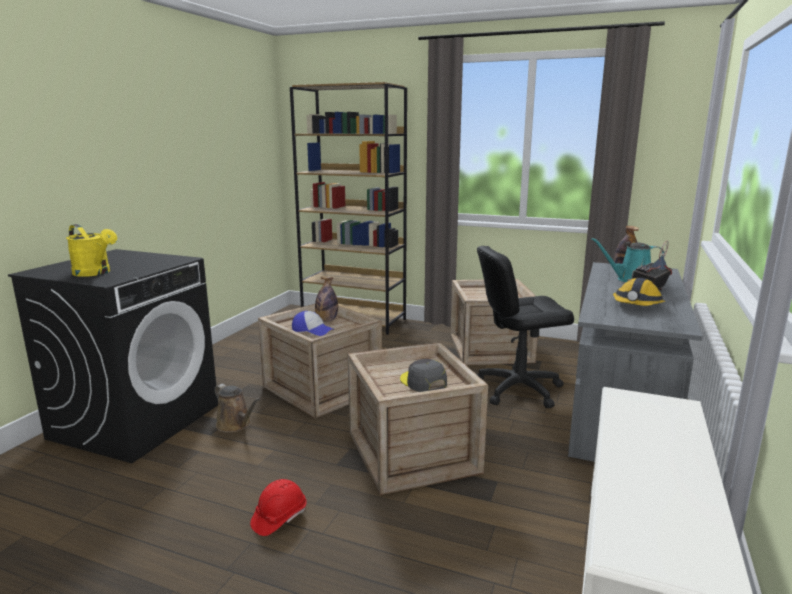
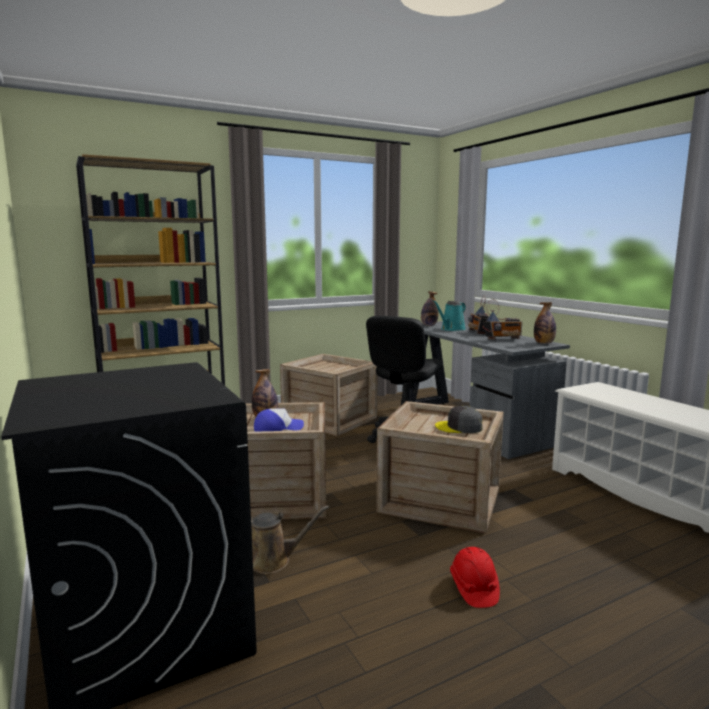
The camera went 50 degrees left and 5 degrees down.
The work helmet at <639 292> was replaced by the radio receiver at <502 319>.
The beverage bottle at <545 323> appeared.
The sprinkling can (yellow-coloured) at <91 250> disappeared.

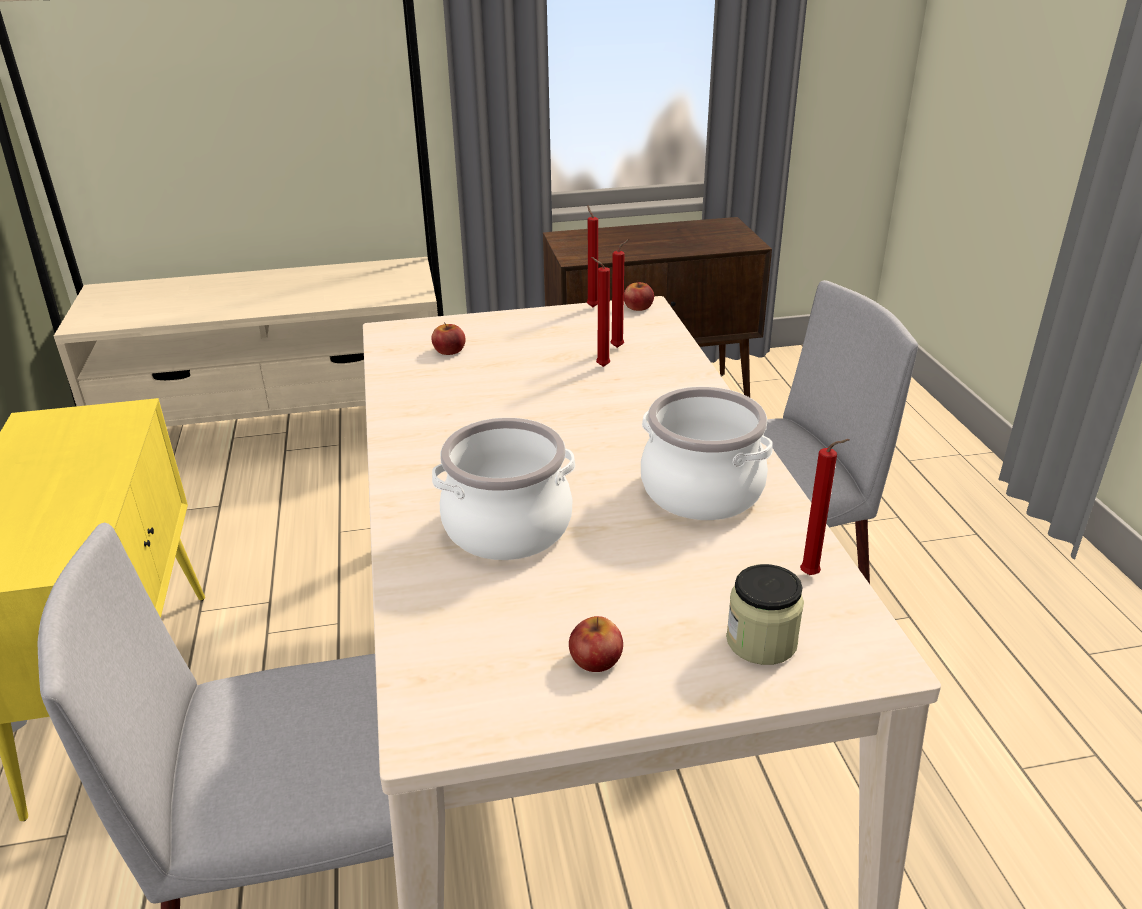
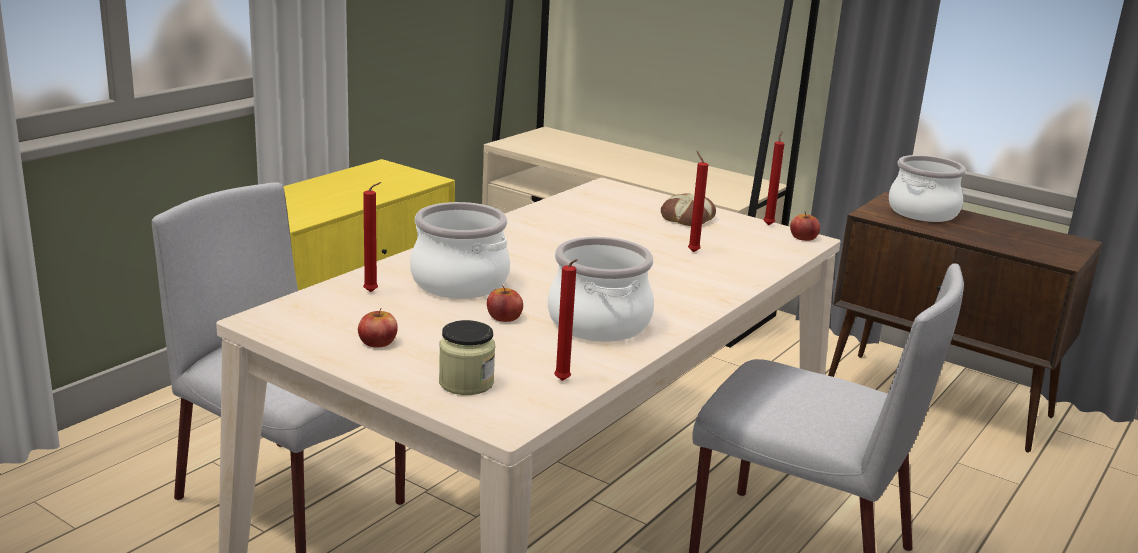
The camera went 45 degrees right and 10 degrees down.
The wax candle (red) moved from <620 293> to <372 237>.
The apple fruit moved from <448 338> to <505 303>.
The bread at <688 209> appeared.
The saucepot at <927 188> appeared.

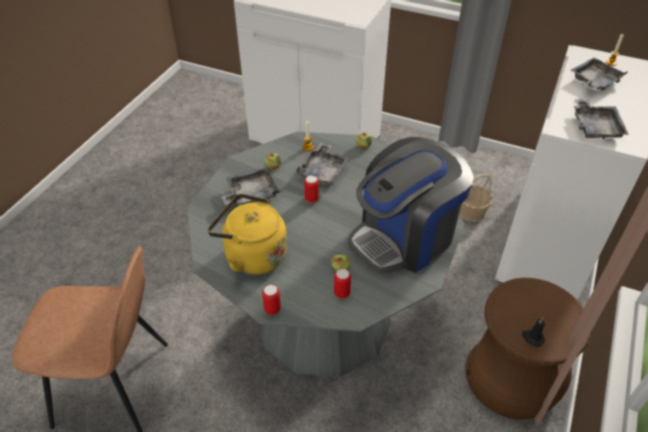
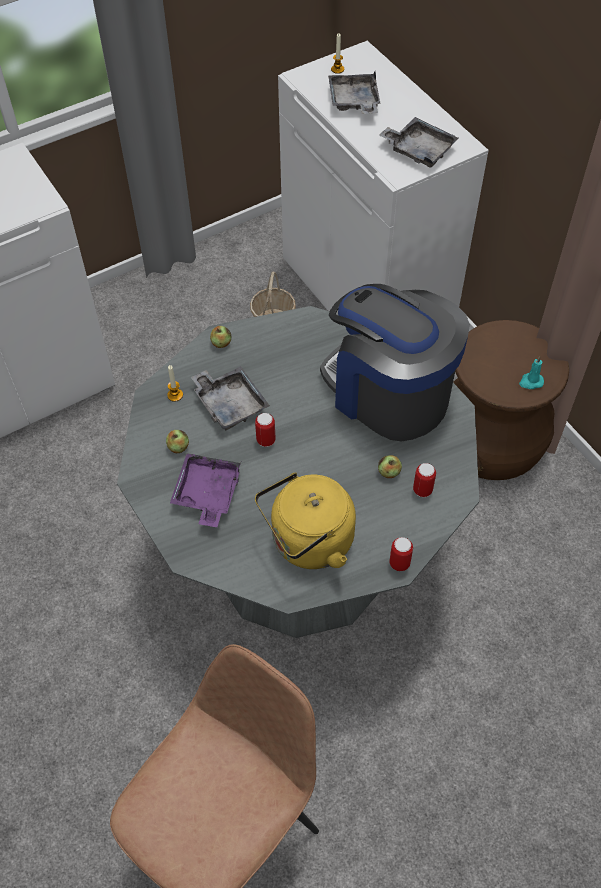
The camera went 55 degrees left and 10 degrees up.
The tray (grey) at <250 186> became the tray (purple-coloured) at <205 490>.
The coffee brewer at <411 205> turned 135 degrees clockwise.
The wax candle (black) at <533 332> became the wax candle (turquoise) at <531 372>.

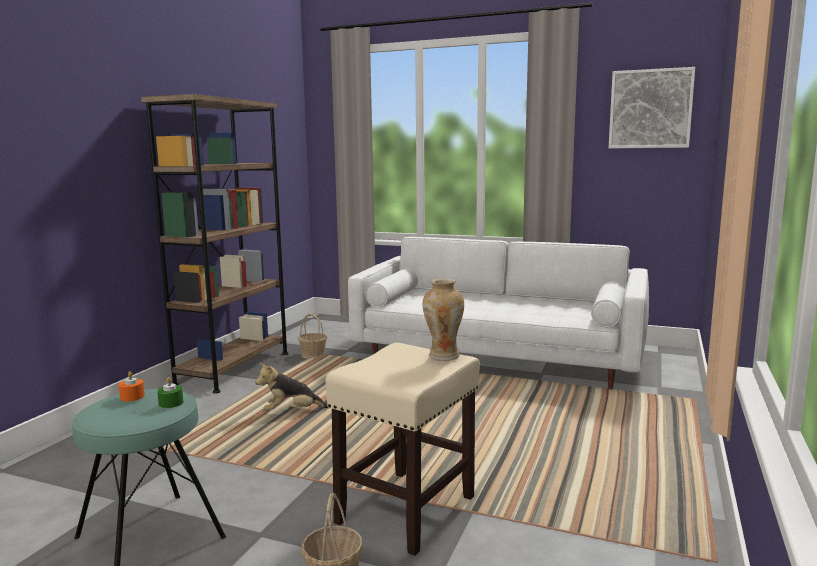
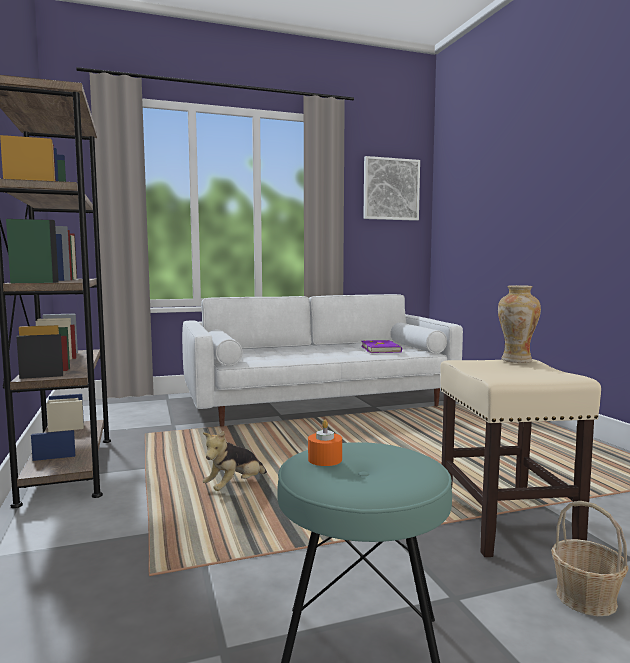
The camera went 40 degrees left and 5 degrees down.
The volume (purple-coloured) at <382 346> appeared.
The wax candle (green-coloured) at <170 392> disappeared.
The storage basket at <312 336> disappeared.

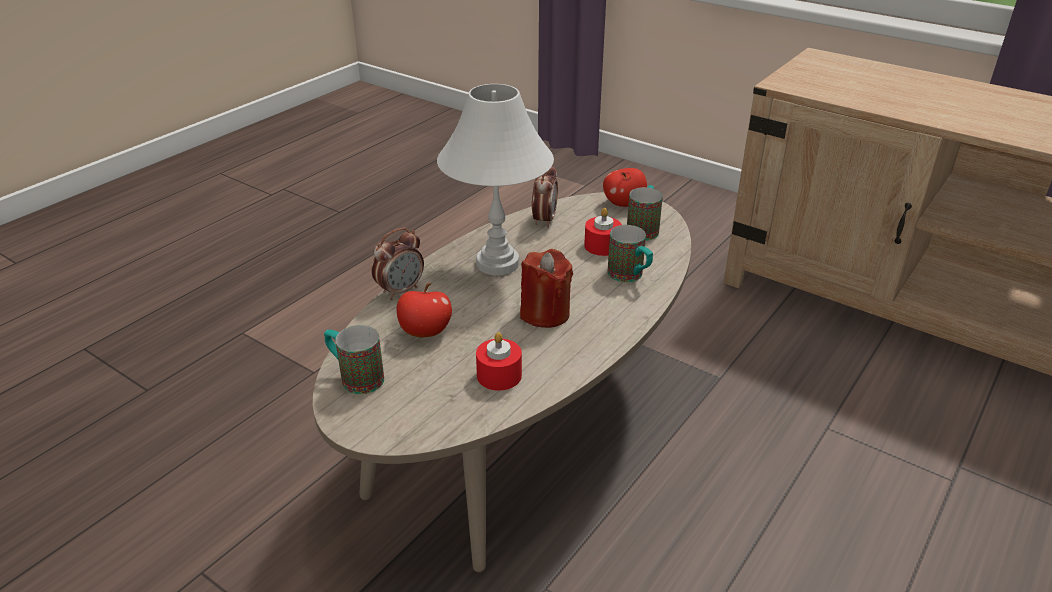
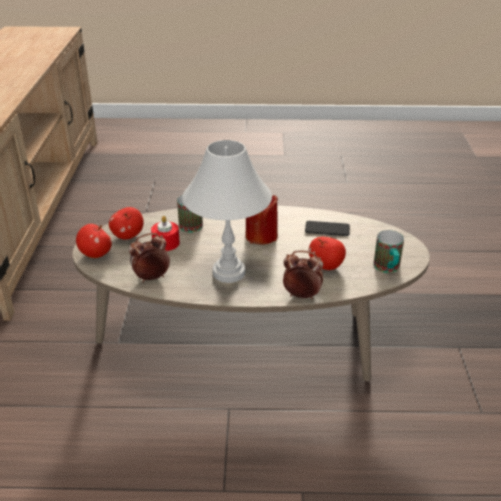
The camera went 125 degrees left and 0 degrees up.
The mug at <645 213> was replaced by the apple fruit at <126 223>.
The wax candle (red) at <499 361> was replaced by the handset at <327 228>.

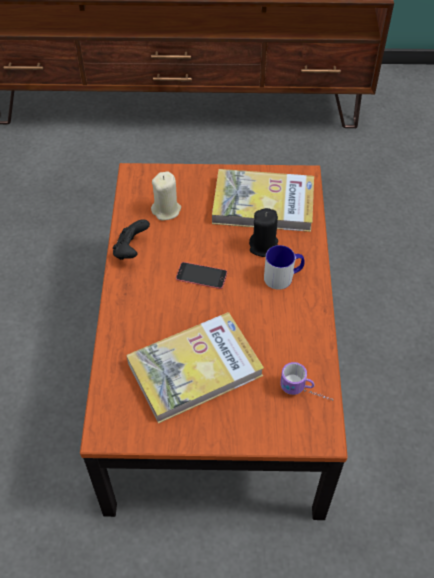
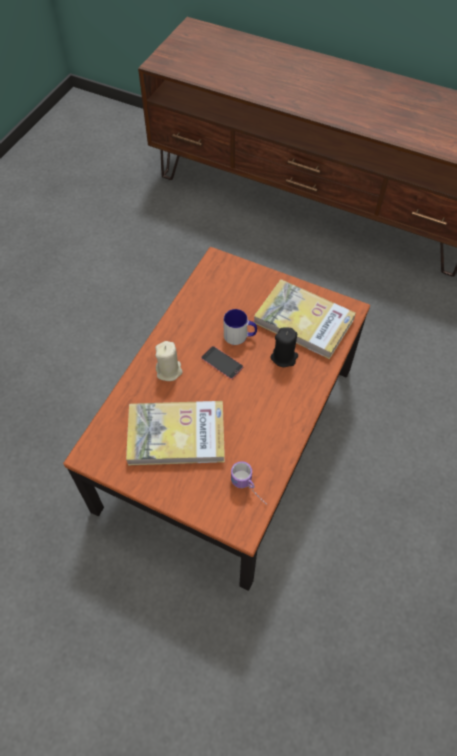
The camera went 25 degrees right and 5 degrees up.
The wax candle (sand-coloured) moved from <166 195> to <169 361>.
The mug moved from <284 267> to <240 327>.
The joypad (black) at <131 239> disappeared.

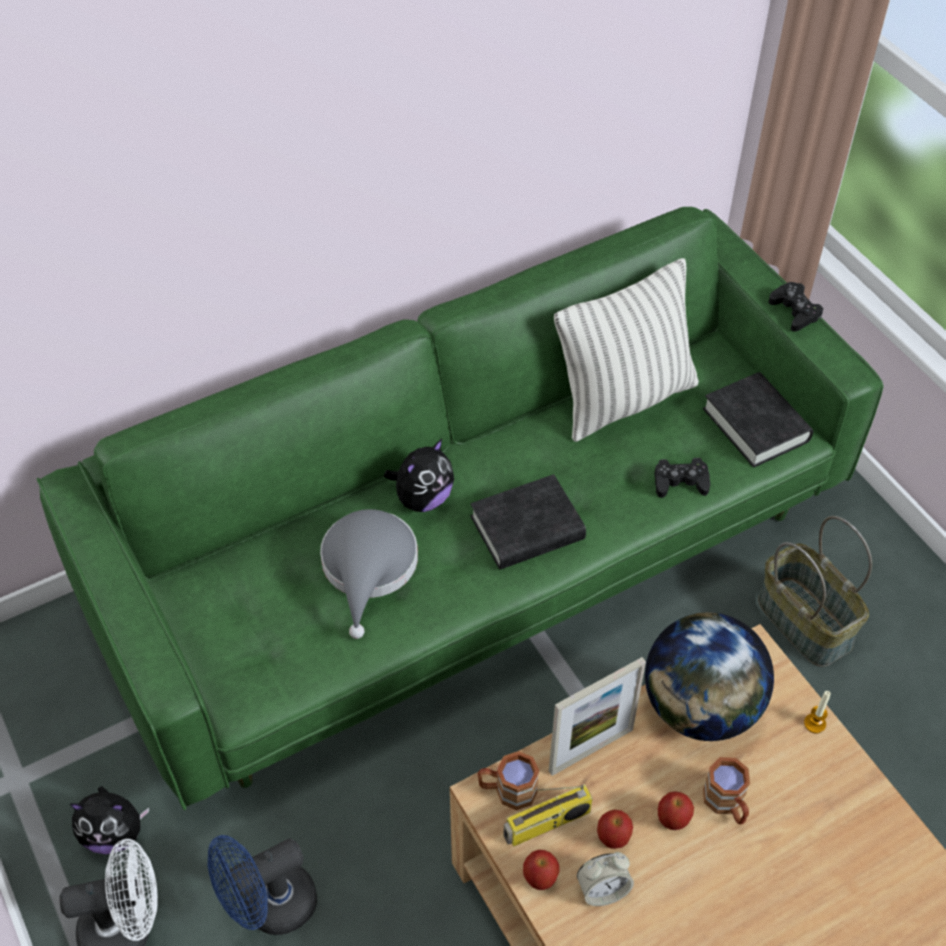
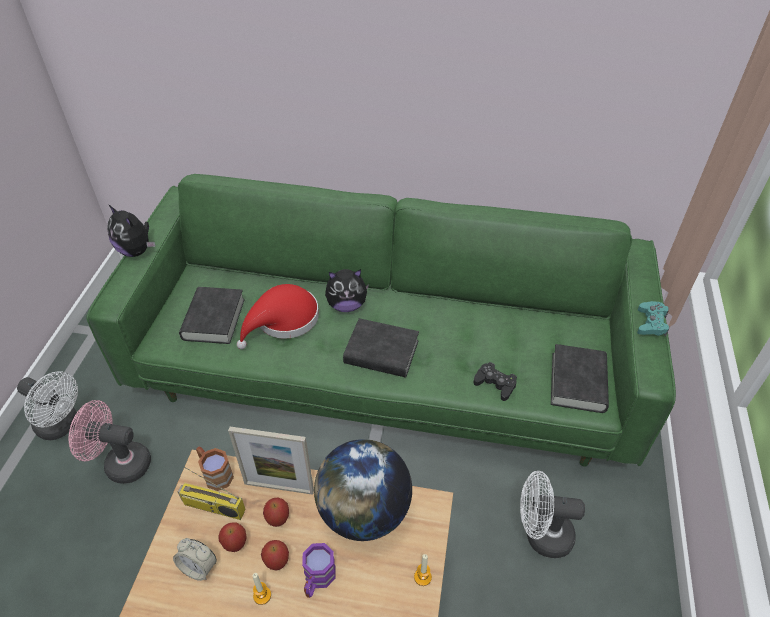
The camera went 40 degrees right and 5 degrees down.
The electric fan (bluish) at <262 885> became the electric fan (pinkish) at <109 442>.
The plush toy moved from <109 820> to <131 230>.
The volume (black) at <212 315> appeared.
The hat (grey) at <369 574> became the hat (red) at <278 316>.
The wax candle at <262 589> appeared.
The apple fruit moved from <541 870> to <276 512>.
The mug (brown) at <726 790> became the mug (purple-coloured) at <319 570>.
The storage basket at <815 591> was replaced by the electric fan (white) at <552 514>.
The joypad (black) at <795 307> became the joypad (turquoise) at <653 319>.
The throw pillow at <626 350> disappeared.

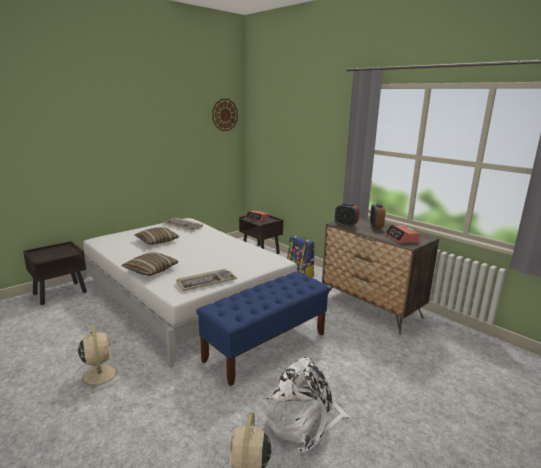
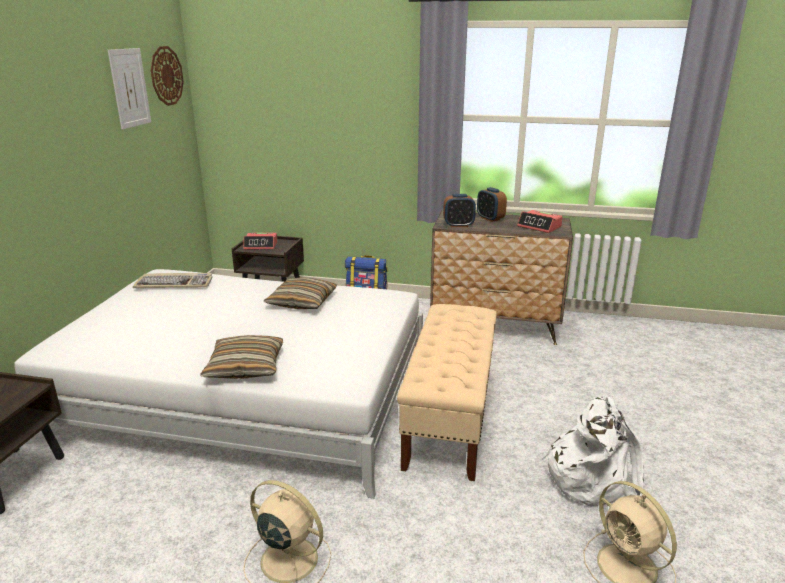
The camera went 35 degrees left and 5 degrees up.
The picture at <129 88> appeared.
The throw pillow moved from <157 236> to <300 293>.
The bench (bluish) at <263 329> became the bench (sand-coloured) at <447 392>.
The PC keyboard at <207 280> disappeared.

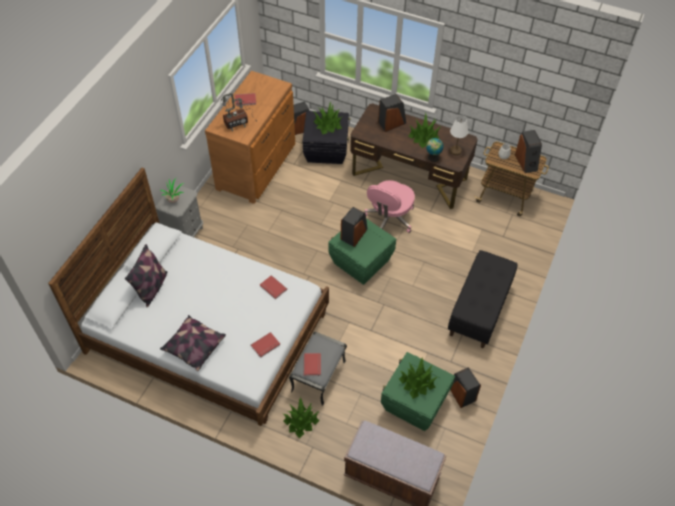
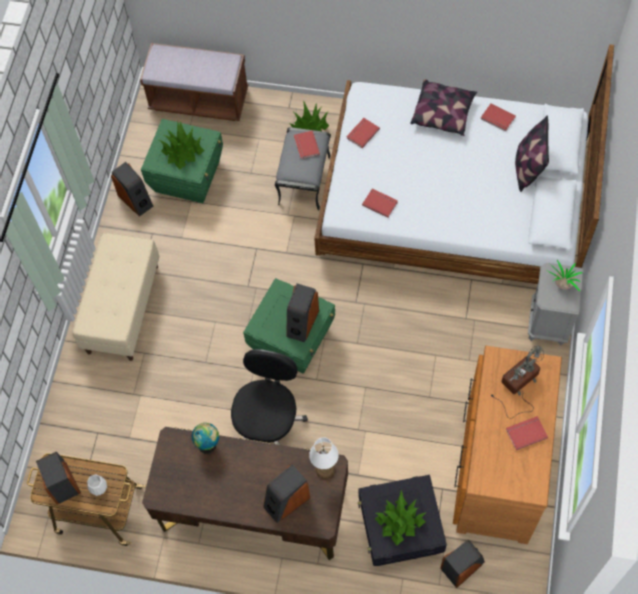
The camera went 170 degrees right and 10 degrees up.
The bench (black) at <483 299> became the bench (sand-coloured) at <116 297>.
The desk chair (pinkish) at <389 206> became the desk chair (black) at <269 397>.
The tabletop lamp (white) moved from <459 135> to <324 458>.
The volume (red) at <498 118> appeared.
The potted plant at <424 130> disappeared.

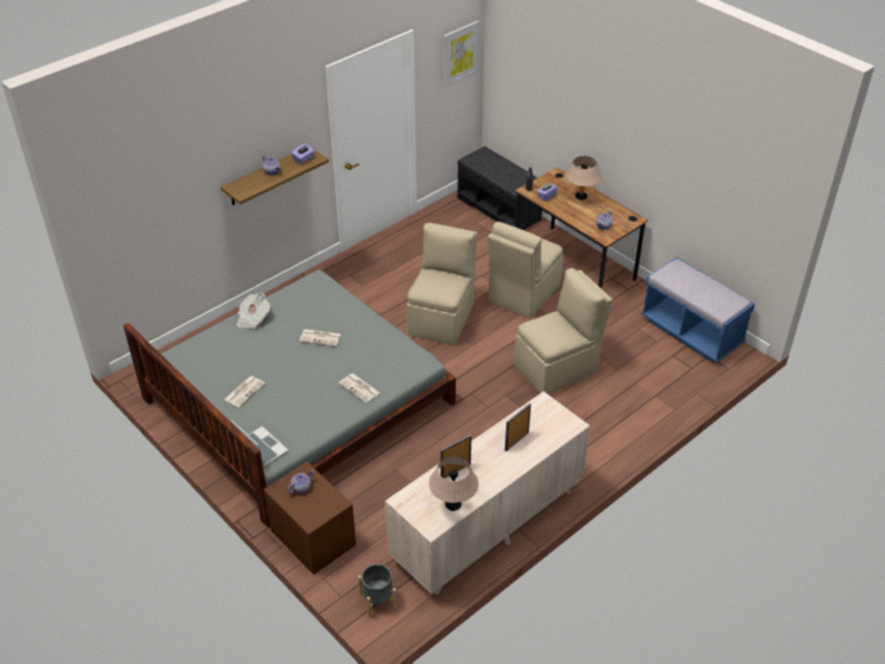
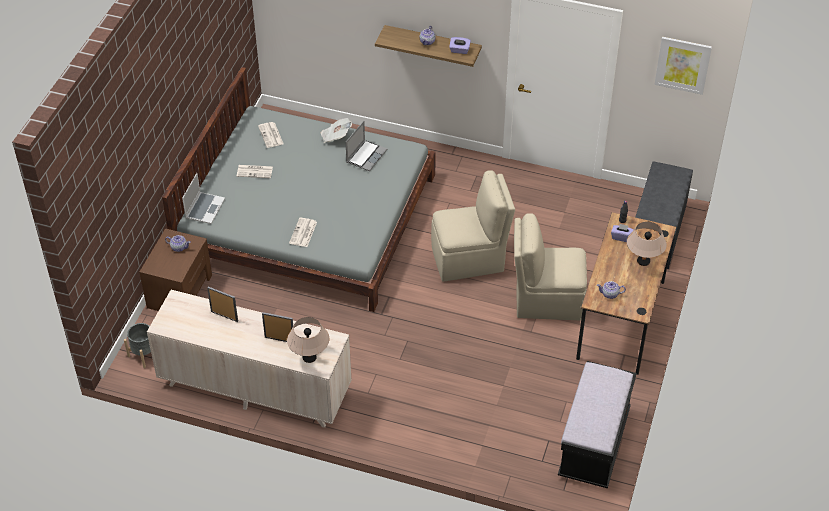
The camera went 60 degrees right and 5 degrees up.
The daily paper moved from <320 337> to <271 135>.
The tabletop lamp (sand-coloured) moved from <453 484> to <308 340>.
The portable computer at <366 146> appeared.
The bench (bluish) at <698 310> became the bench (black) at <597 424>.
The chair (sand-coloured) at <563 331> disappeared.

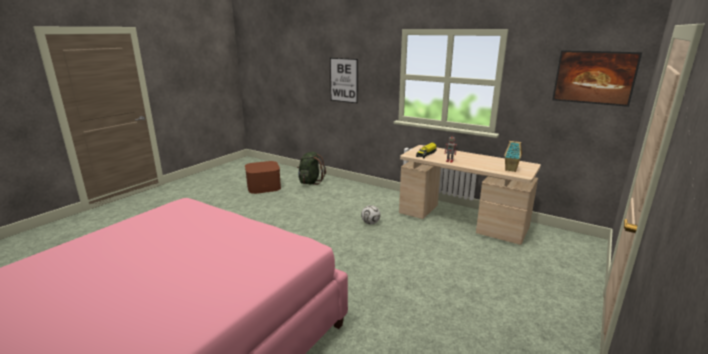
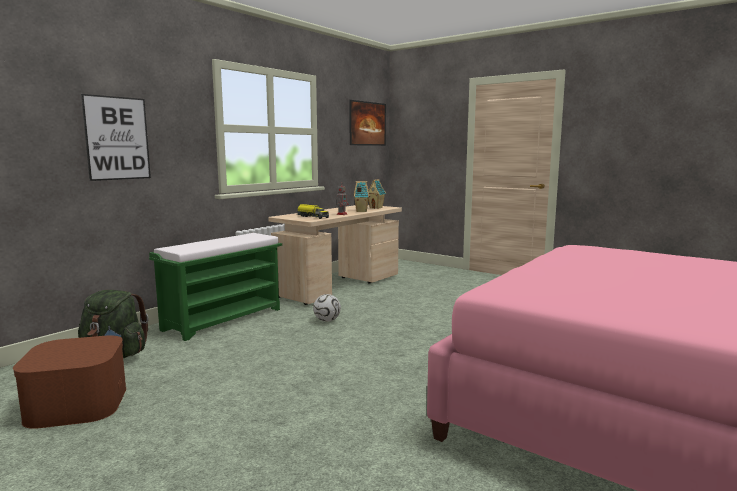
The camera went 85 degrees left and 10 degrees down.
The bench (green-coloured) at <215 287> appeared.
The toy house at <361 196> appeared.

